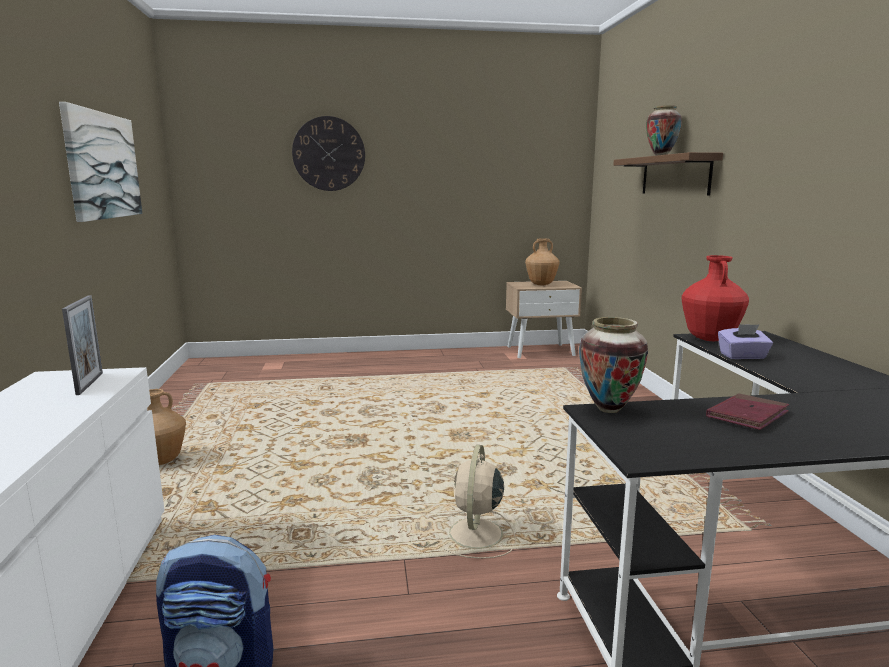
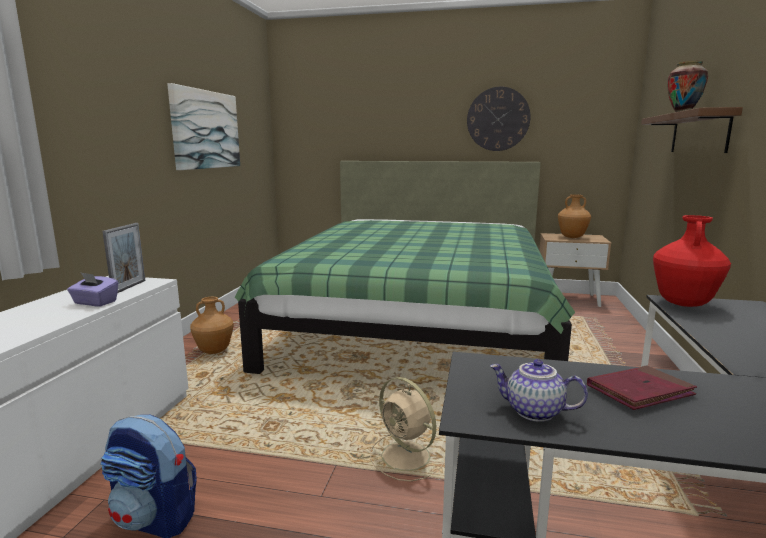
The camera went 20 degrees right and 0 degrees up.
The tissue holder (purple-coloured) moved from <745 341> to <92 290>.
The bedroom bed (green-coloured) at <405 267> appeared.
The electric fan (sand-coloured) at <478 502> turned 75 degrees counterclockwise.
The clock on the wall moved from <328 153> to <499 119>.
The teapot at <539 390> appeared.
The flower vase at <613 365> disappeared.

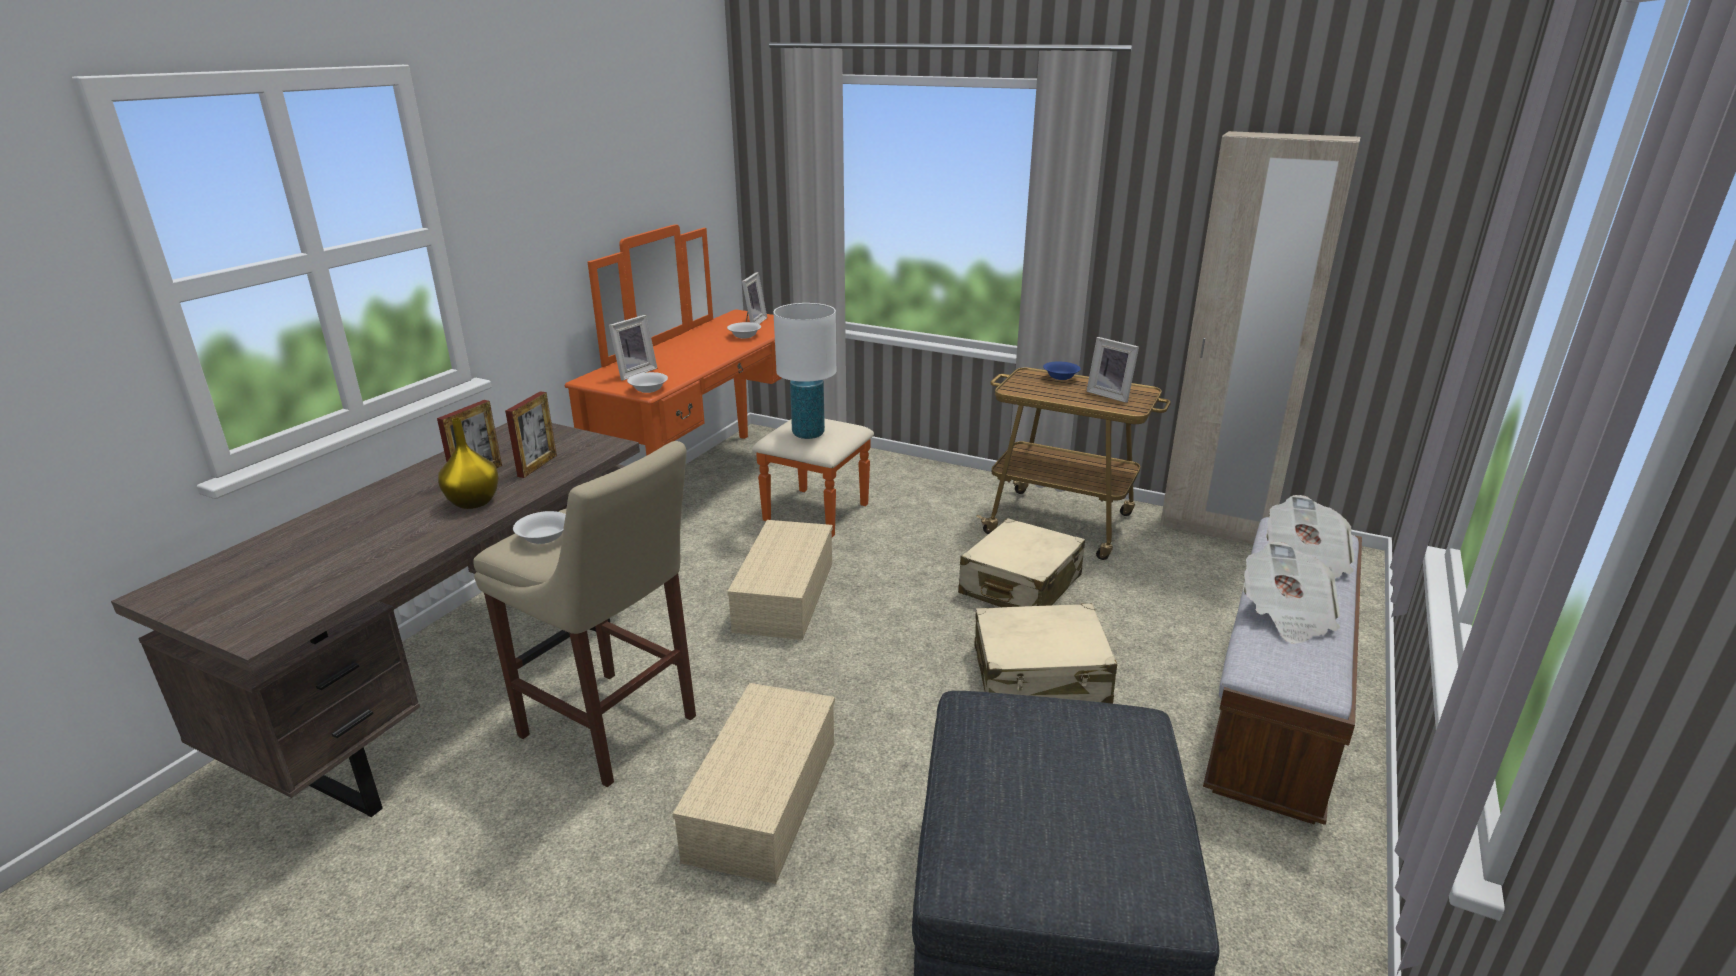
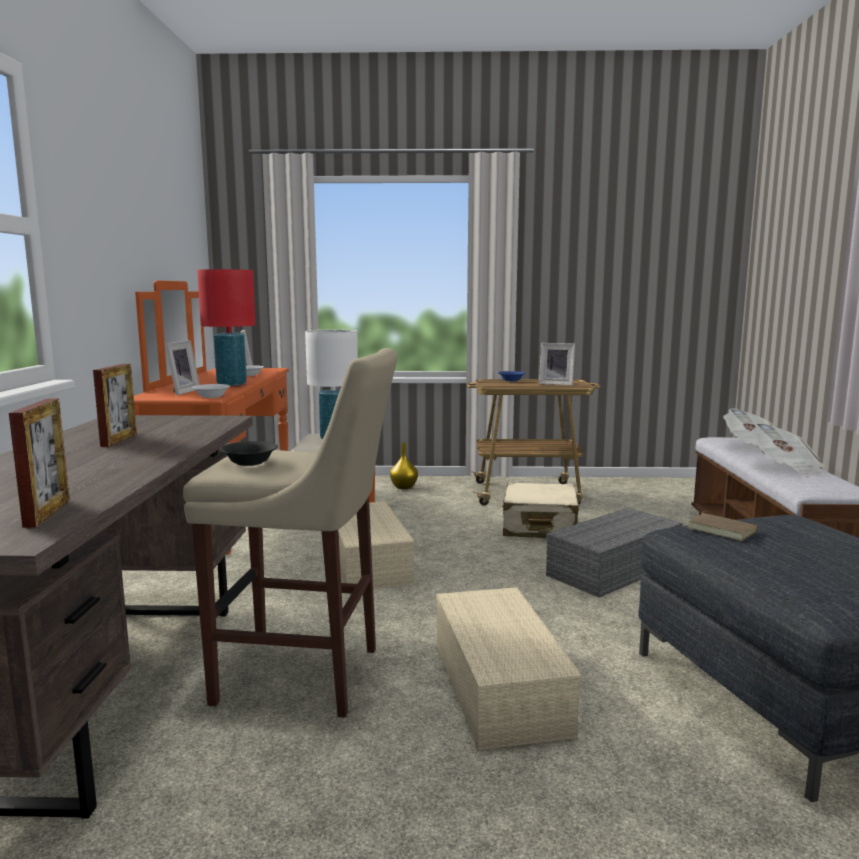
The camera went 25 degrees left and 15 degrees down.
The standing frame moved from <531 434> to <39 463>.
The tabletop lamp (red) at <226 327> appeared.
The deep dish (white) at <539 527> became the deep dish (black) at <249 453>.
The flower vase (yellow-coloured) moved from <468 463> to <404 465>.
The piece of luggage (sand-coloured) at <1045 653> was replaced by the storage container (grey) at <614 553>.
The volume (brown) at <722 526> appeared.
The clothes cupboard (sand-coloured) at <1260 338> disappeared.

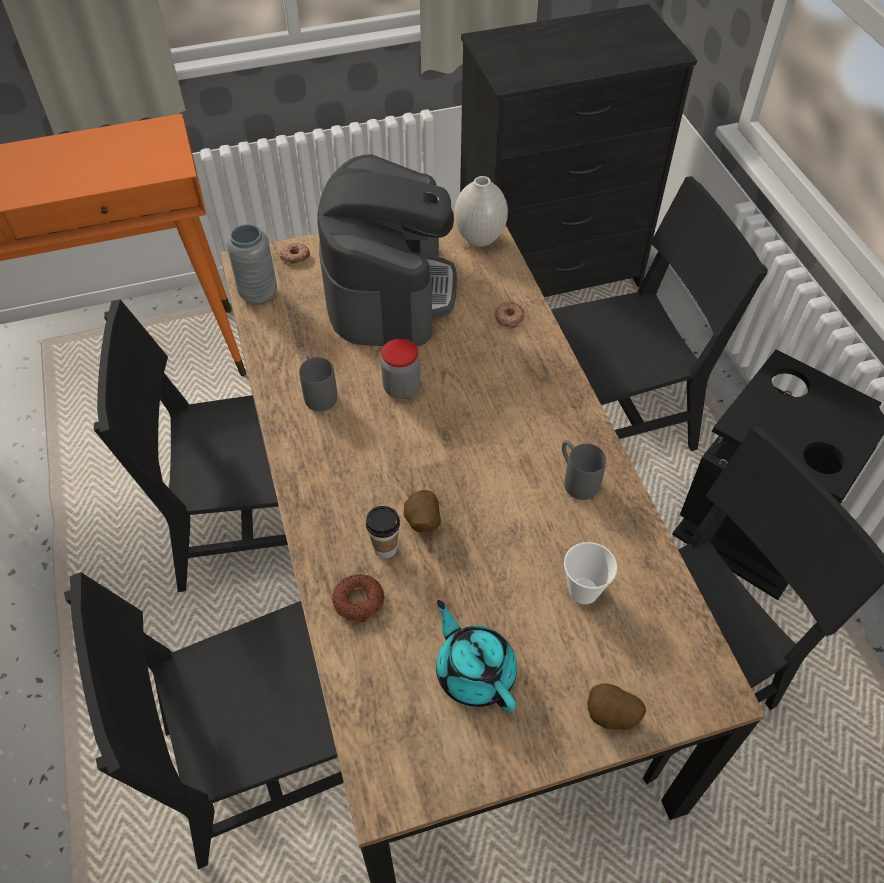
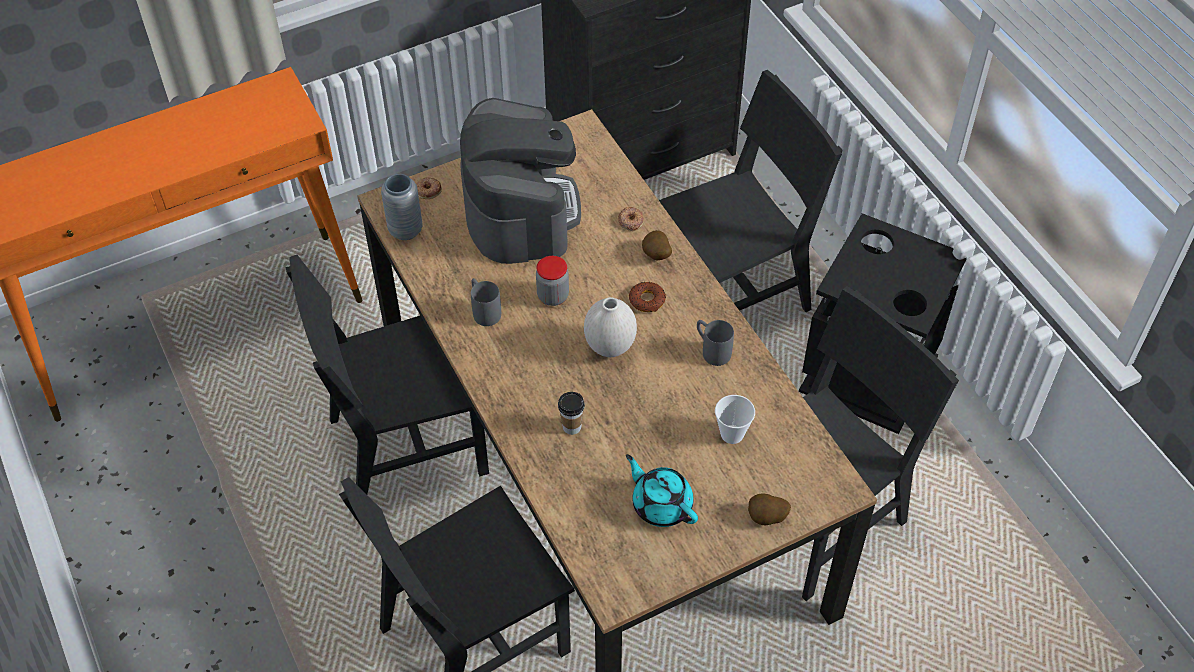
The camera went 10 degrees left and 0 degrees up.
The flower vase (white) moved from <481 211> to <610 327>.
The ring doughnut moved from <358 598> to <647 297>.
The potato moved from <422 511> to <657 245>.

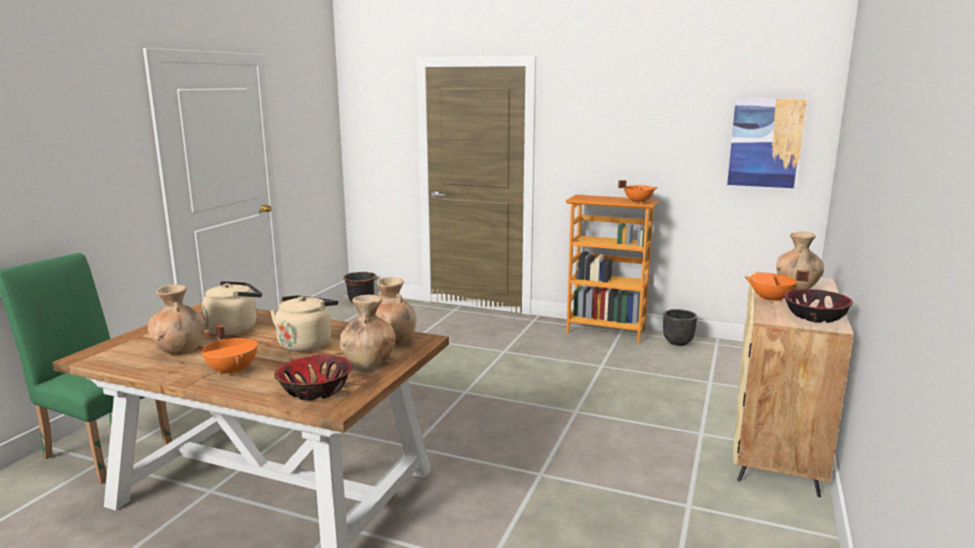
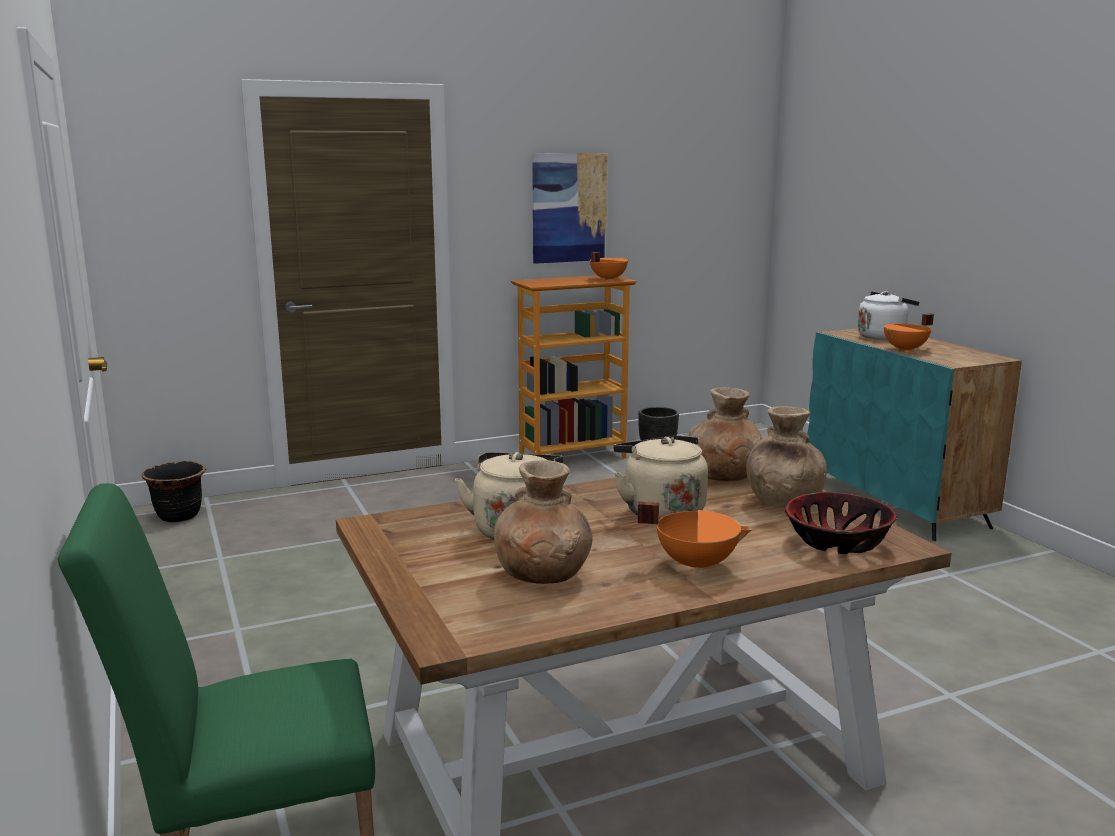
The camera went 45 degrees left and 0 degrees up.
The picture moved from <767 143> to <570 208>.
The cupboard (sand-coloured) at <793 384> became the cupboard (turquoise) at <914 434>.
The flower vase (brown) at <800 260> was replaced by the tea kettle (white) at <888 315>.
The deep dish at <818 306> disappeared.

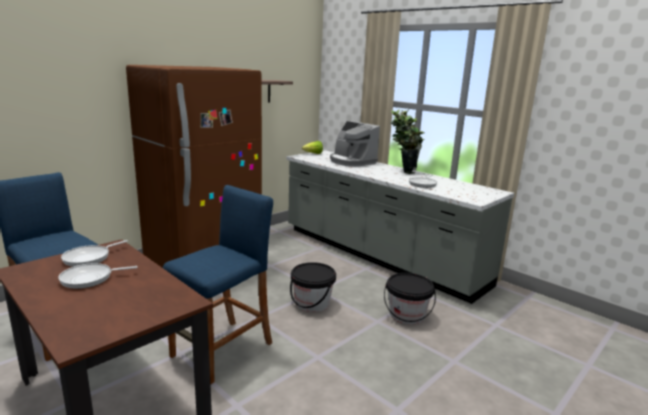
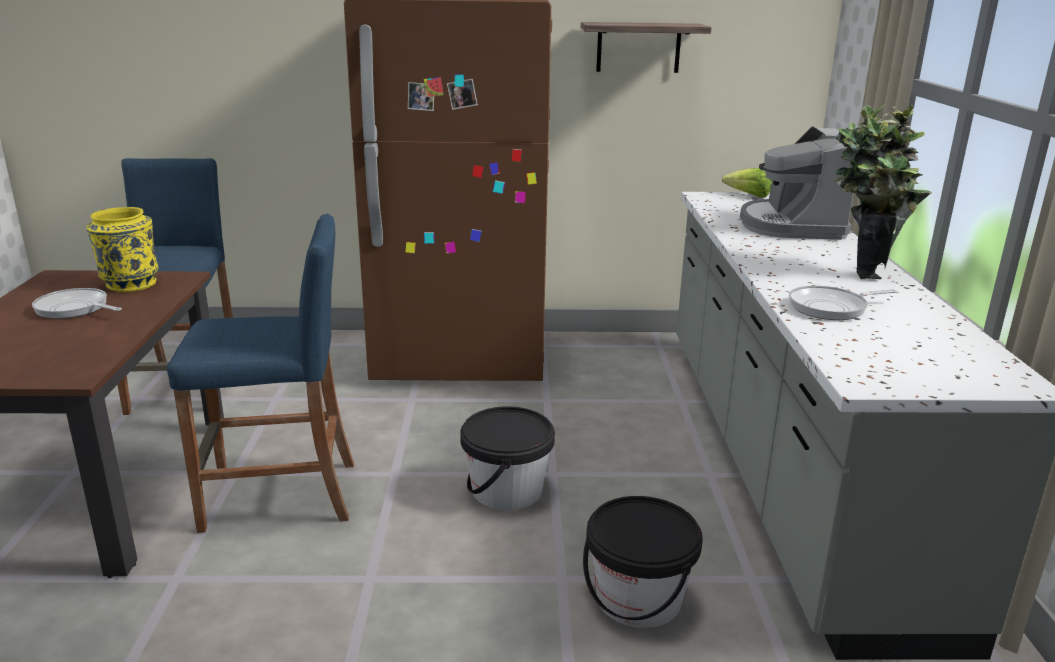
The camera went 45 degrees right and 5 degrees up.
The pan at <94 253> was replaced by the flower vase (yellow-coloured) at <122 249>.

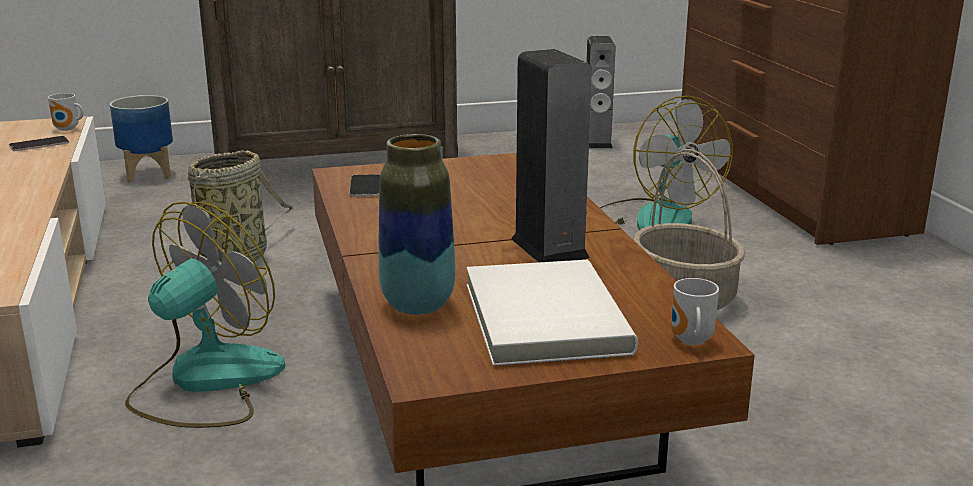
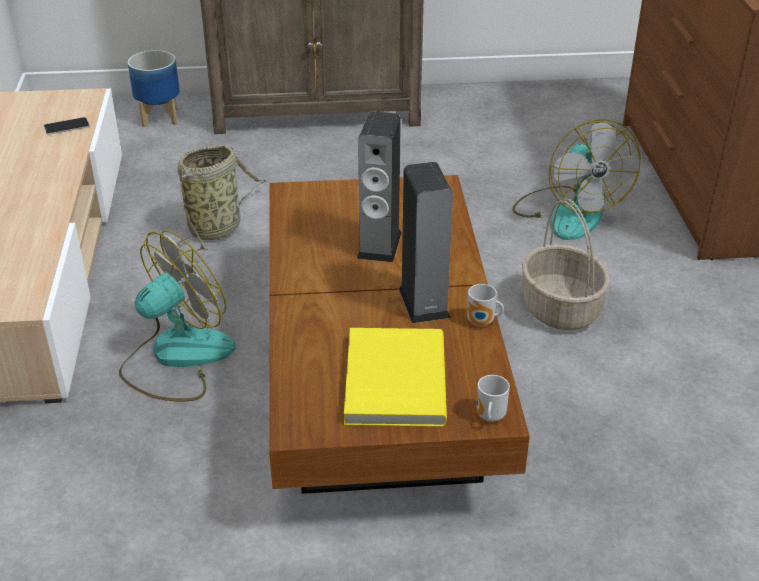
The camera went 10 degrees right and 15 degrees up.
The volume (white) at <552 313> became the volume (yellow-coloured) at <395 377>.
The audio speaker moved from <601 92> to <379 186>.
The mug moved from <66 112> to <485 305>.
The handset at <364 185> disappeared.
The flower vase at <417 224> disappeared.

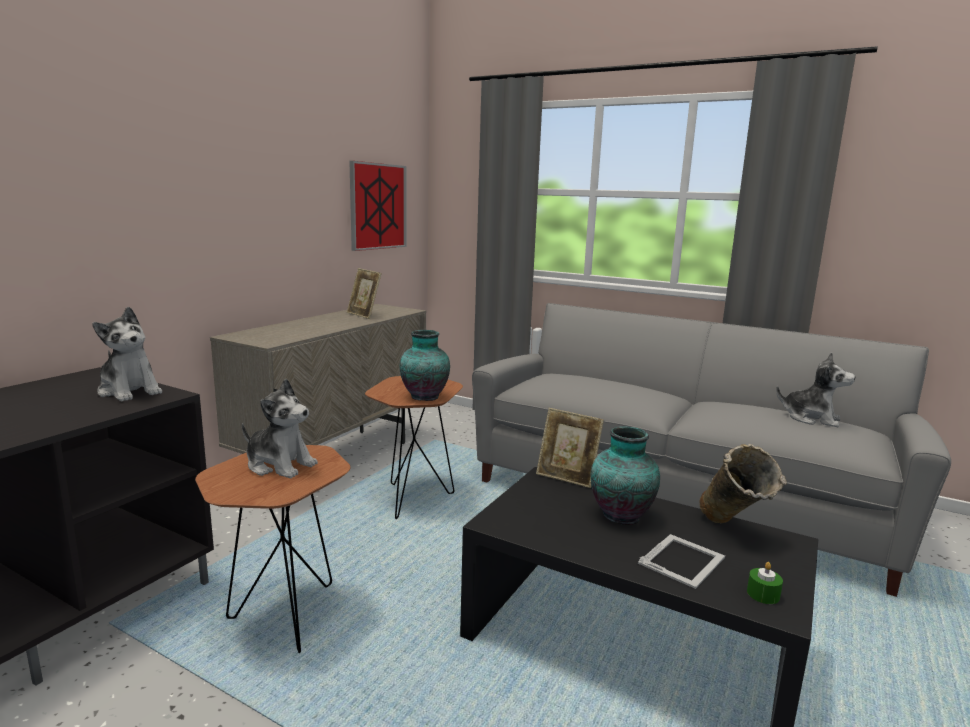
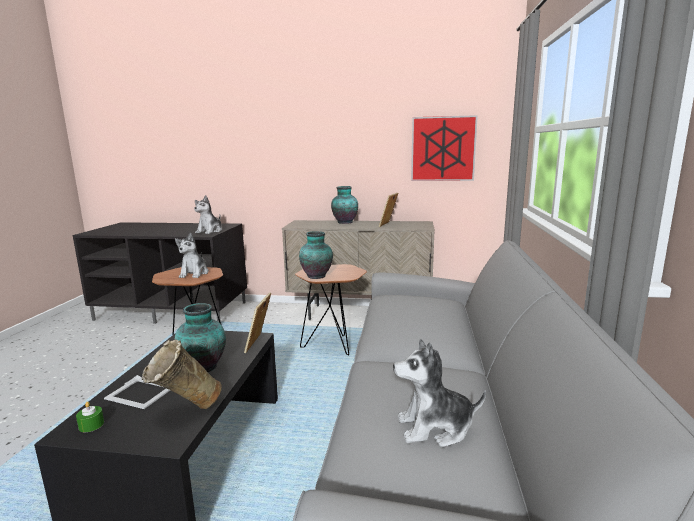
The camera went 70 degrees right and 0 degrees up.
The flower vase at <344 205> appeared.
The plush toy at <815 390> turned 75 degrees clockwise.

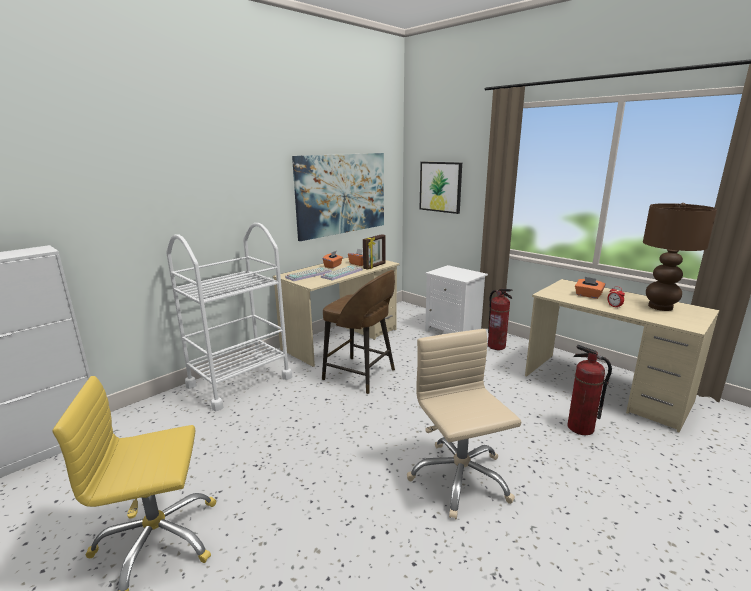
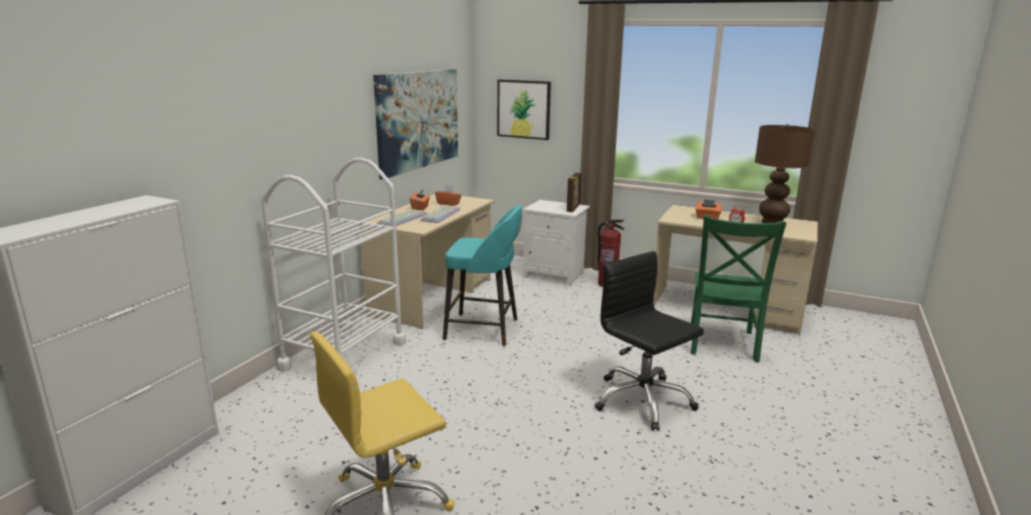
The camera went 20 degrees left and 0 degrees up.
The stool seat (brown) at <358 332> became the stool seat (turquoise) at <482 275>.
The standing frame moved from <374 252> to <574 192>.
The desk chair (sand-coloured) at <464 424> became the desk chair (black) at <649 341>.
The extinguisher at <589 390> was replaced by the chair (green-coloured) at <738 288>.

